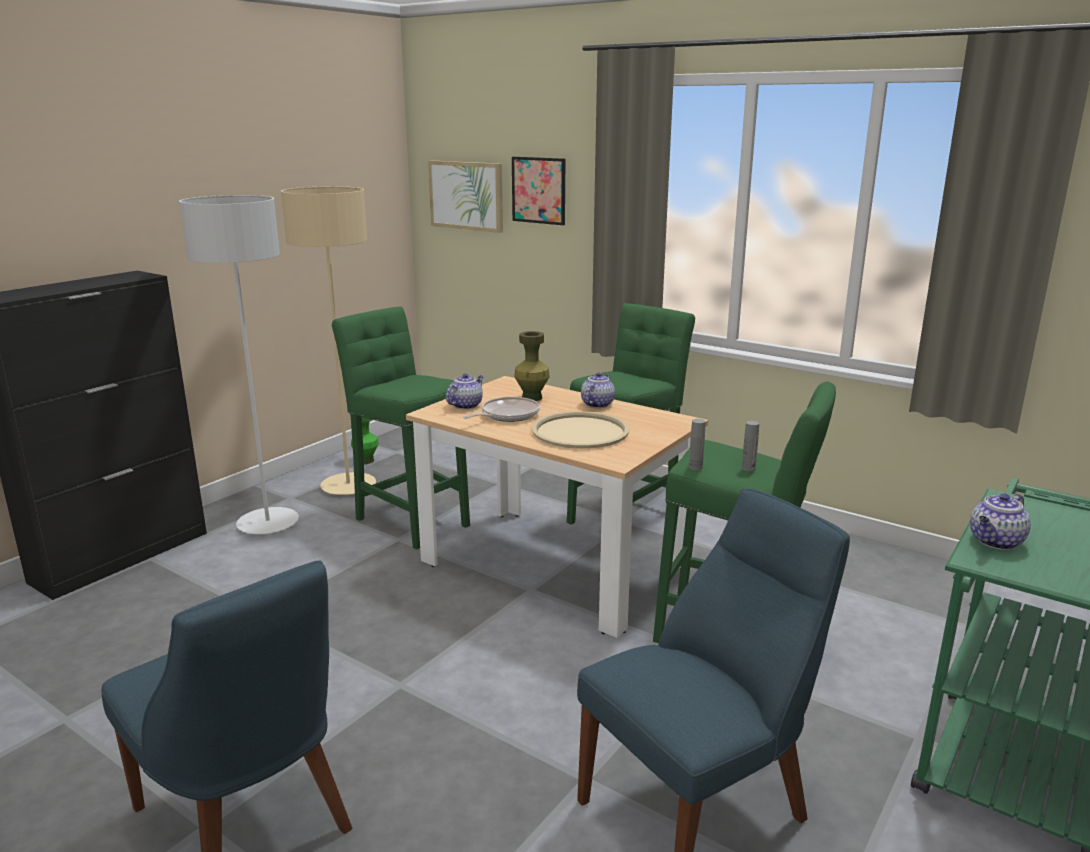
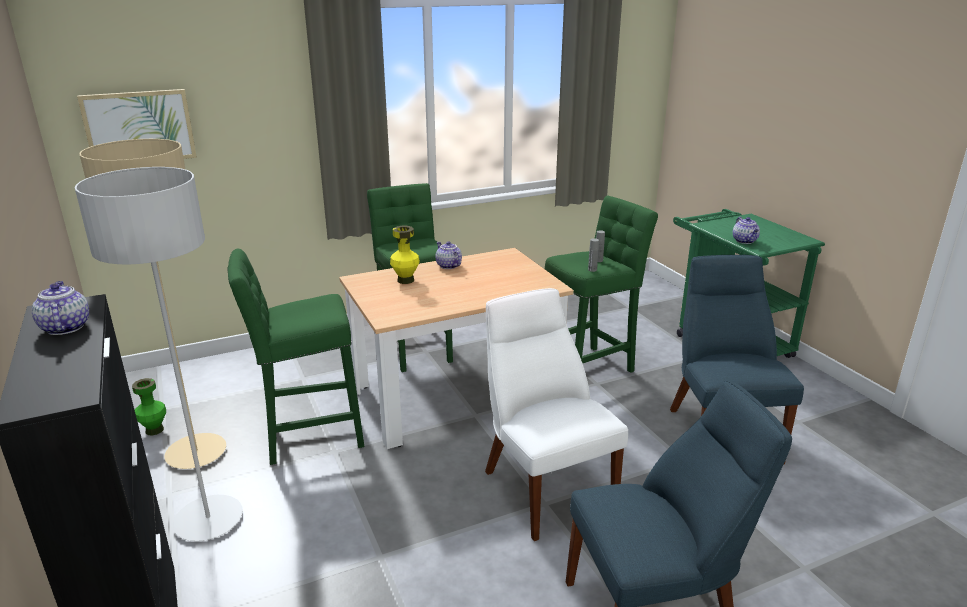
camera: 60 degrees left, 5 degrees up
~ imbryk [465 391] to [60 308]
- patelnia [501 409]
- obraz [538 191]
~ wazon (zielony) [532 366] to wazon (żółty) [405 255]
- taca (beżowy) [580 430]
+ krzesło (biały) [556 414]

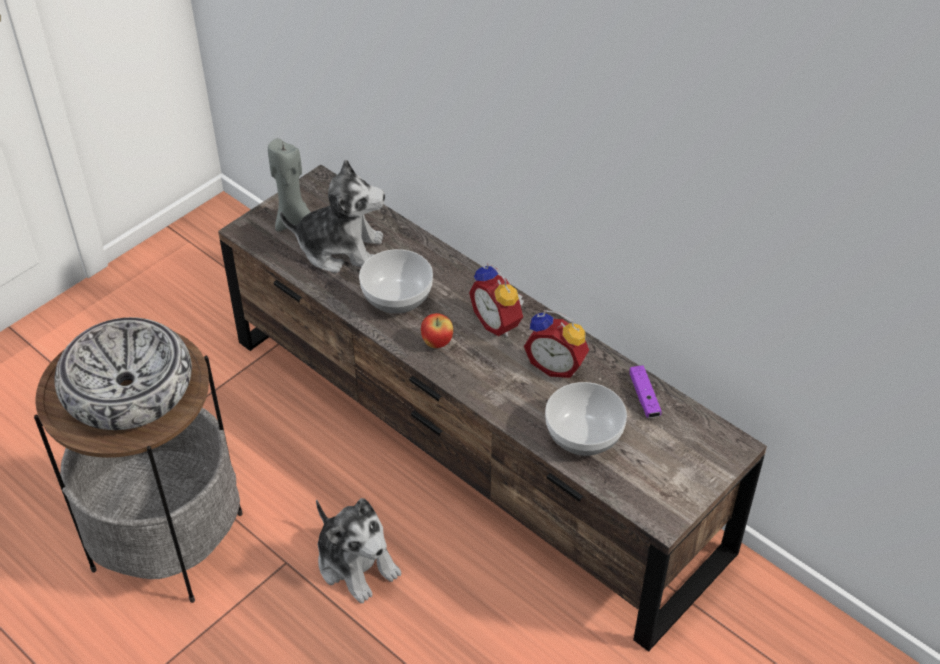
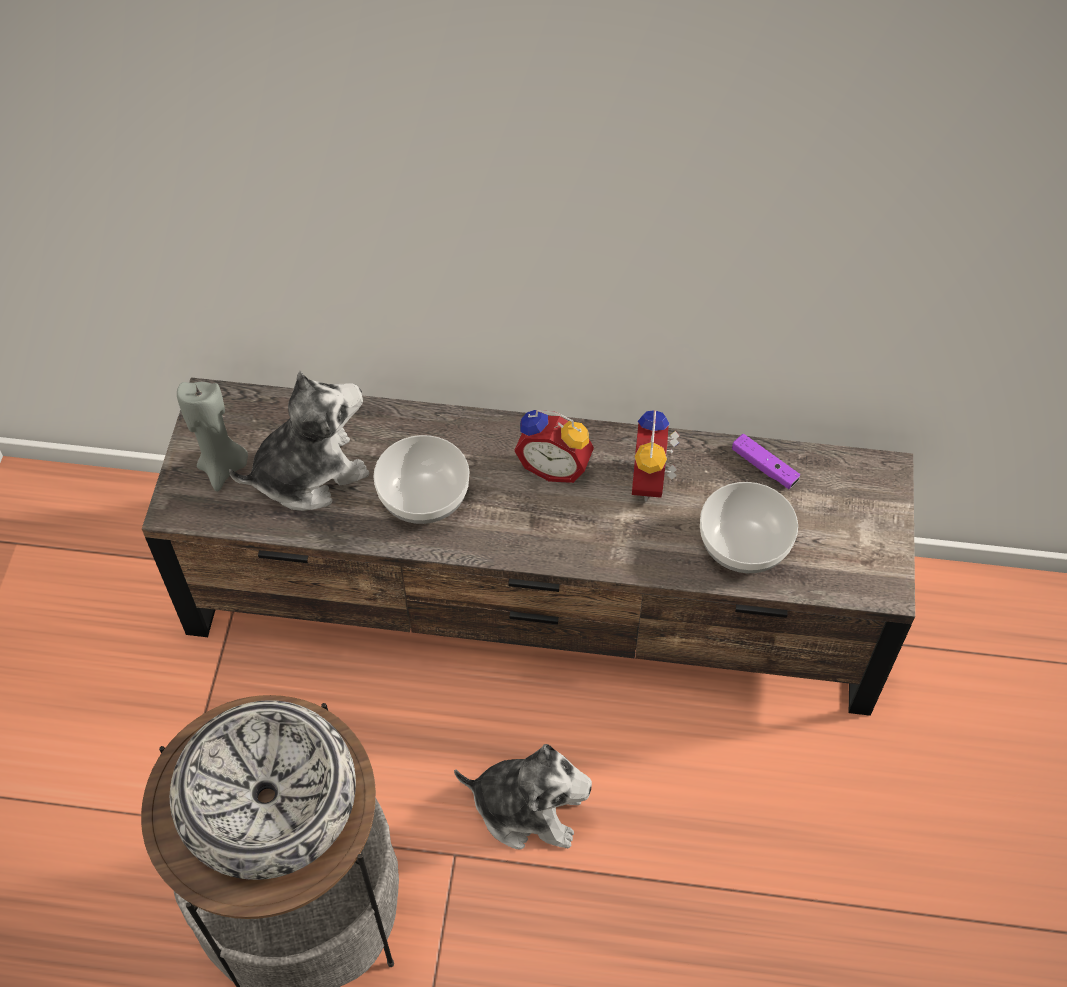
camera: 35 degrees left, 10 degrees up
- jabłko [437 330]
~ budzik [556 344] = [656 455] 105 degrees clockwise

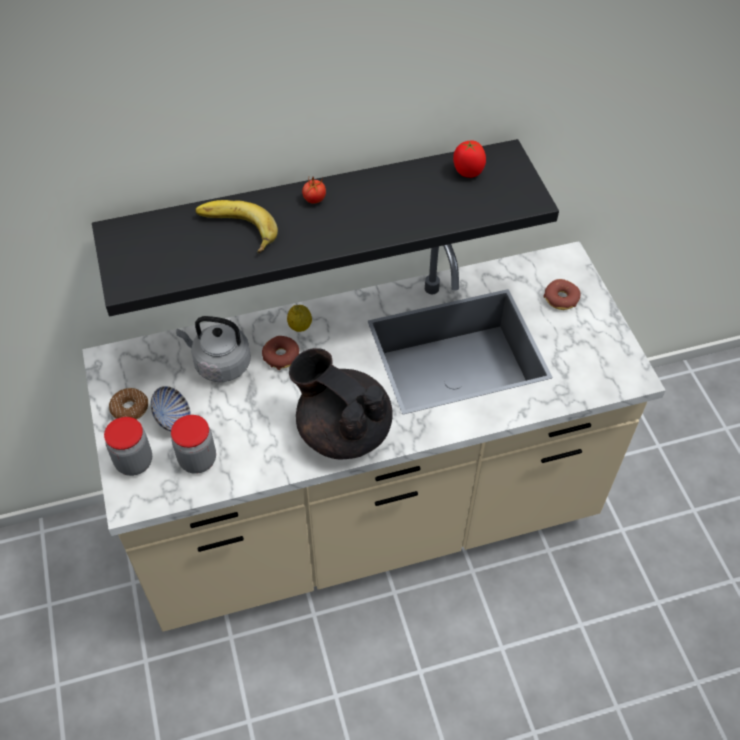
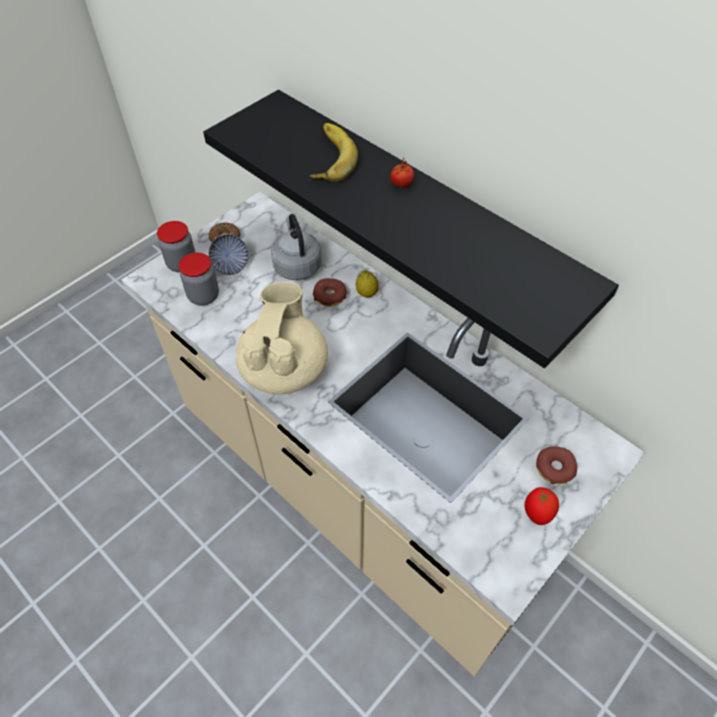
camera: 60 degrees right, 0 degrees up
~ imbryk (czarny) [341 404] to imbryk (beżowy) [282 338]
~ pomidor [469 159] to [541 506]

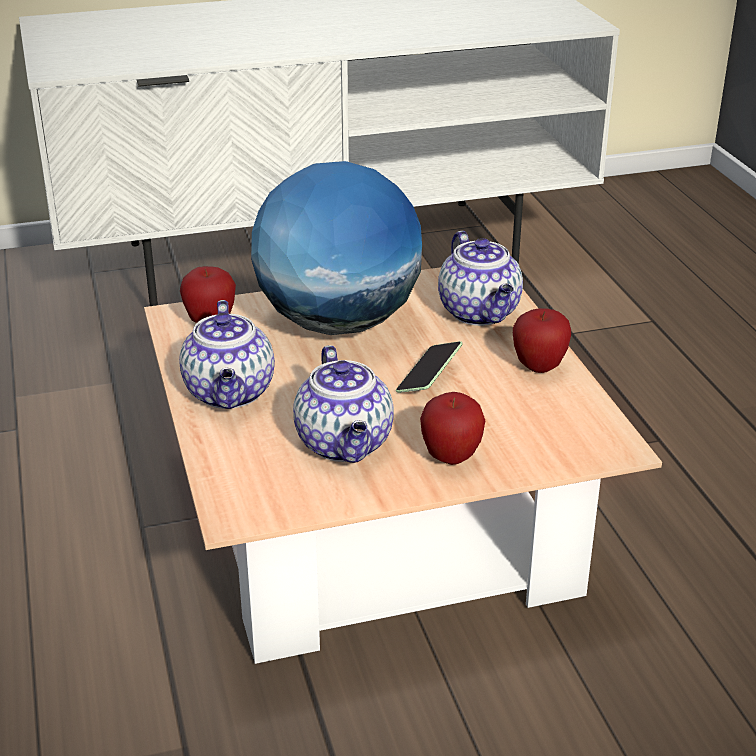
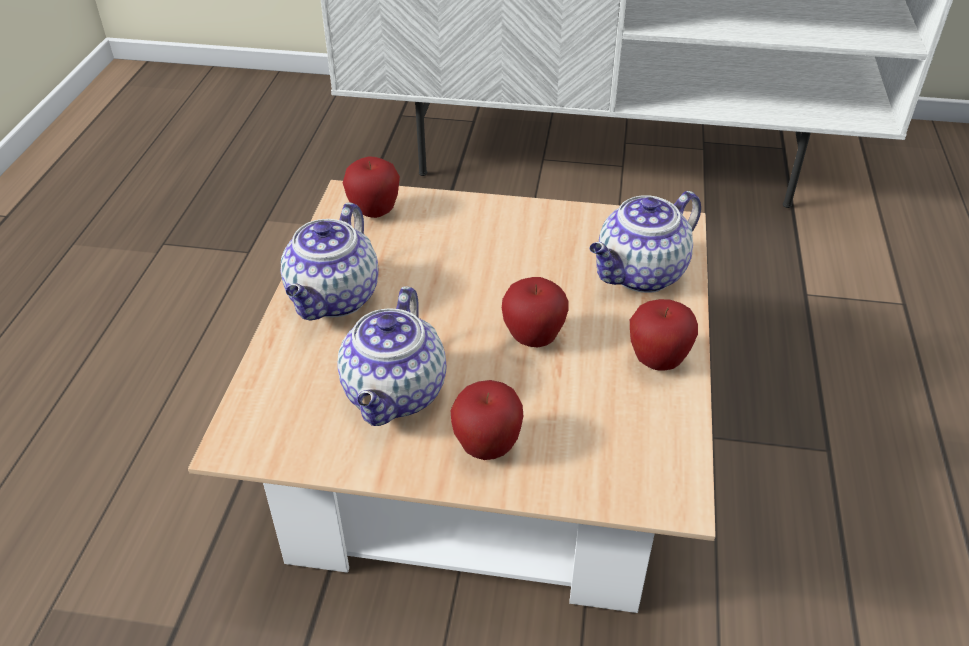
camera: 25 degrees right, 10 degrees up
- globus [336 248]
~ telefon [429 367] to jabłko [535 312]
~ imbryk [480 278] = [645 242] 45 degrees clockwise

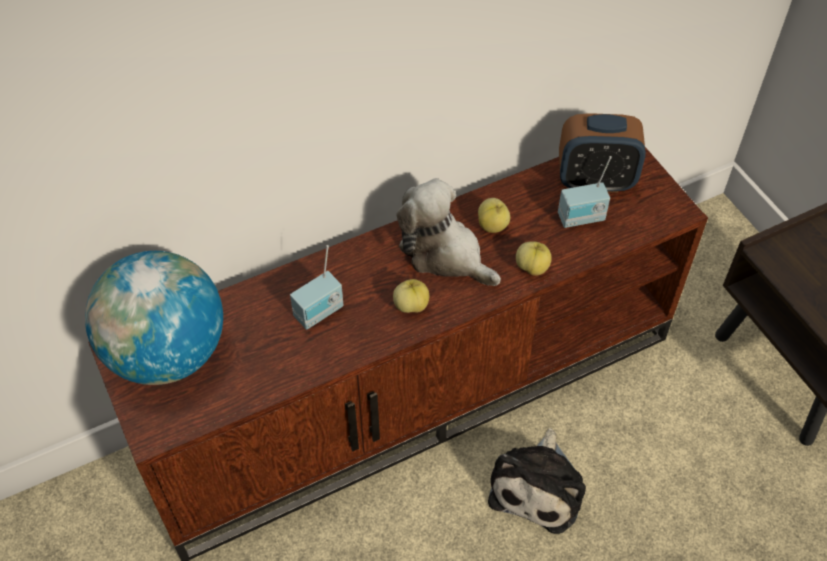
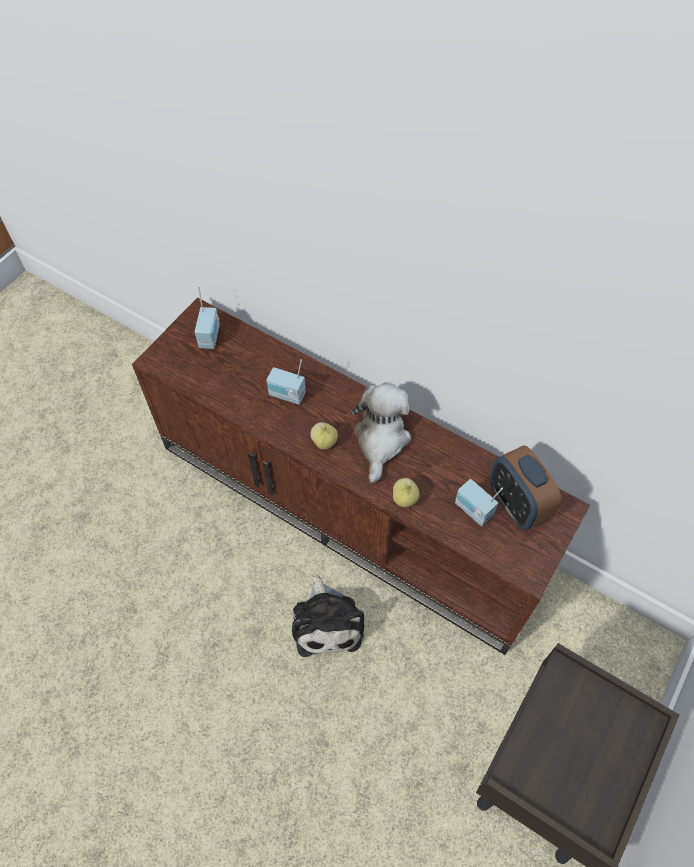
camera: 60 degrees right, 5 degrees up
~ globus [154 318] to radio [207 317]
- jabłko [494 215]
~ pluszak [537 481] = [328 616] 90 degrees counterclockwise

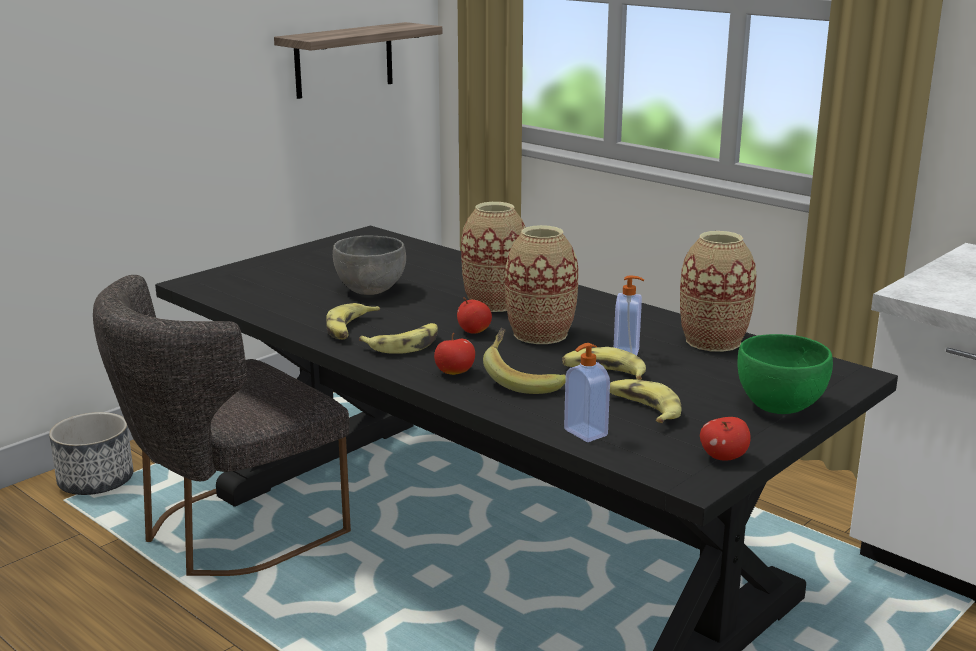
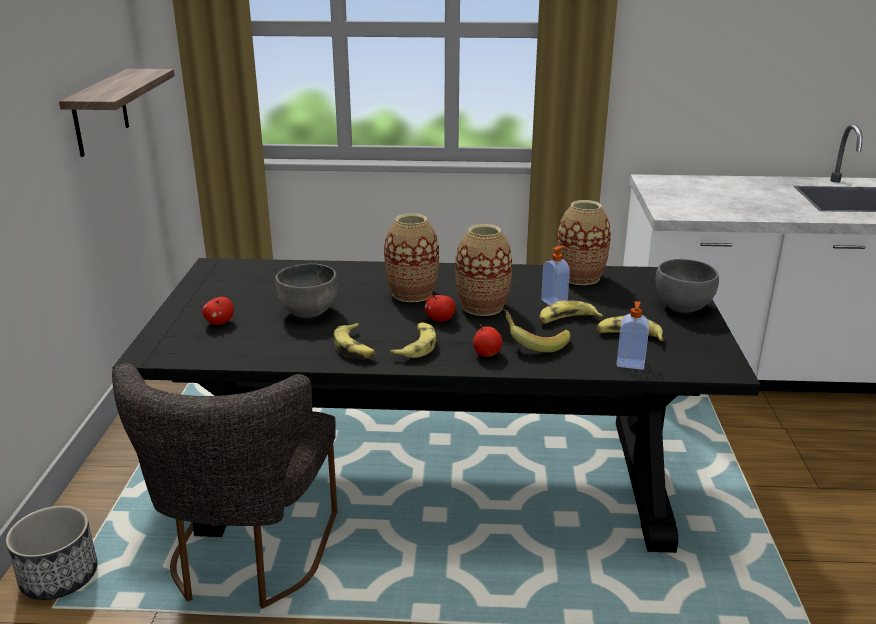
camera: 40 degrees left, 5 degrees up
~ jabłko [725 439] to [218 311]
~ miska (zielony) [785 374] to miska (szary) [687 286]

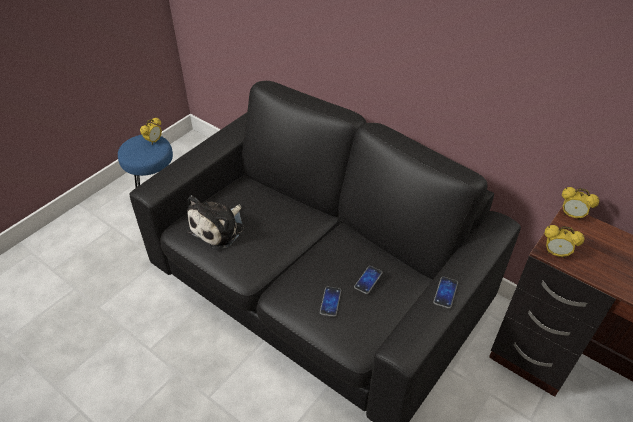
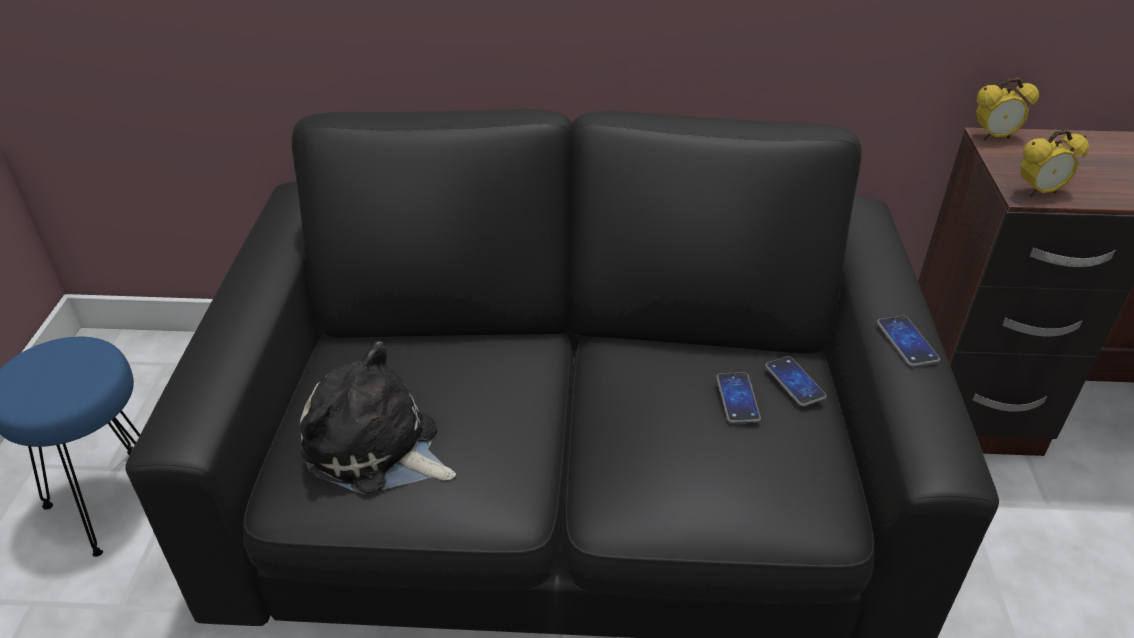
camera: 35 degrees left, 5 degrees down
- budzik [151 131]
~ pluszak [215 222] = [378 417] 120 degrees clockwise
~ telefon [330 301] to [796 381]

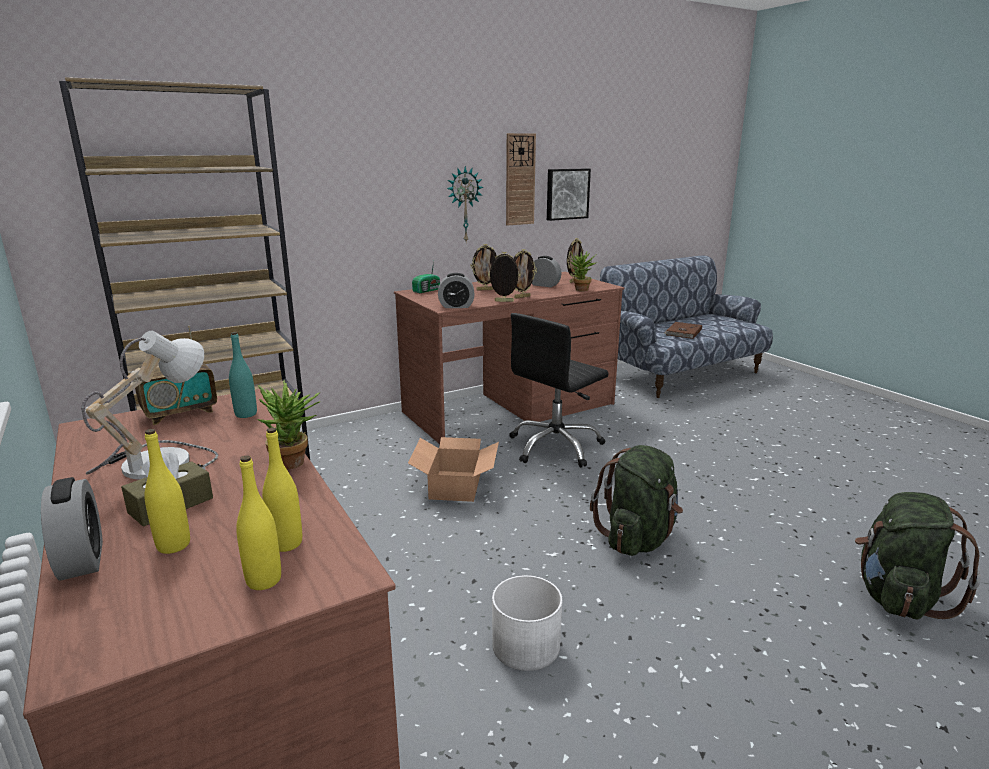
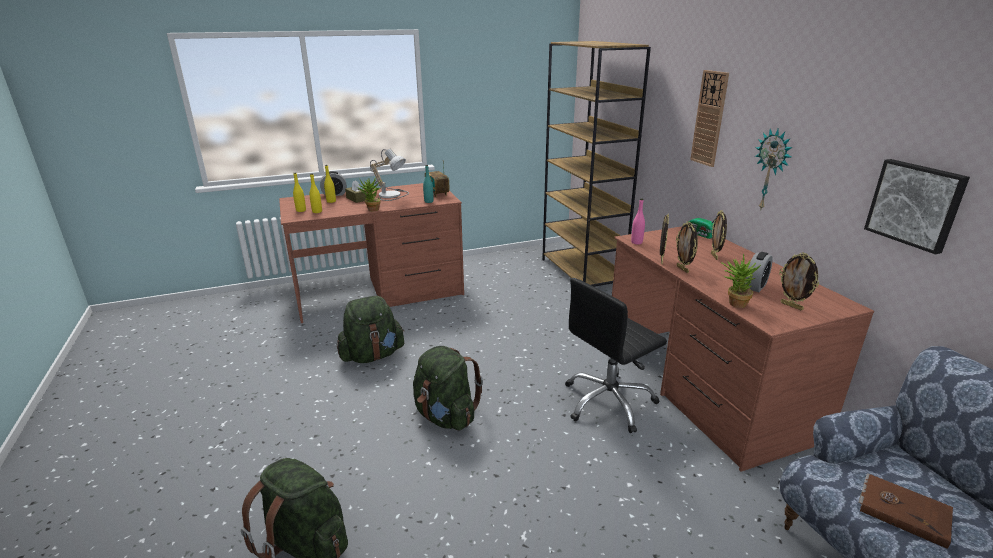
camera: 100 degrees right, 5 degrees up
- karton [453 469]
~ budzik [456 290] to butelka (różowy) [638 221]
~ donica (biały) [527 623] to plecak (zielony) [371 329]
~ zegar ścienny [521 179] to [709 118]
~ krzesło biurowe (czarny) [559 390] = [616 355] 90 degrees counterclockwise

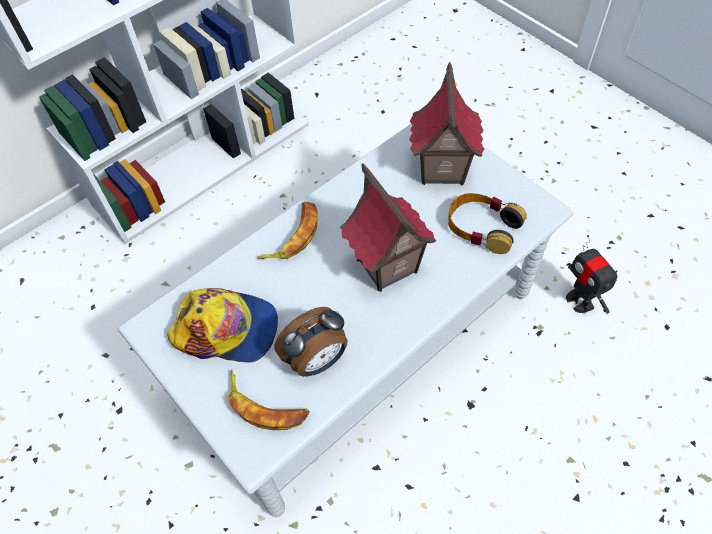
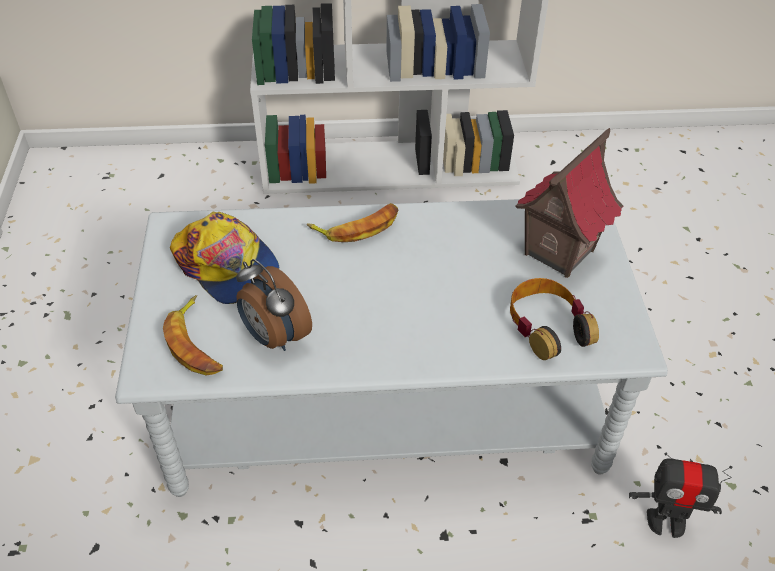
camera: 35 degrees right, 10 degrees down
~ budzik [311 342] = [274 305] 45 degrees clockwise
- domek [388 227]
~ robot zabawkowy [592 274] = [680 495] 90 degrees counterclockwise

